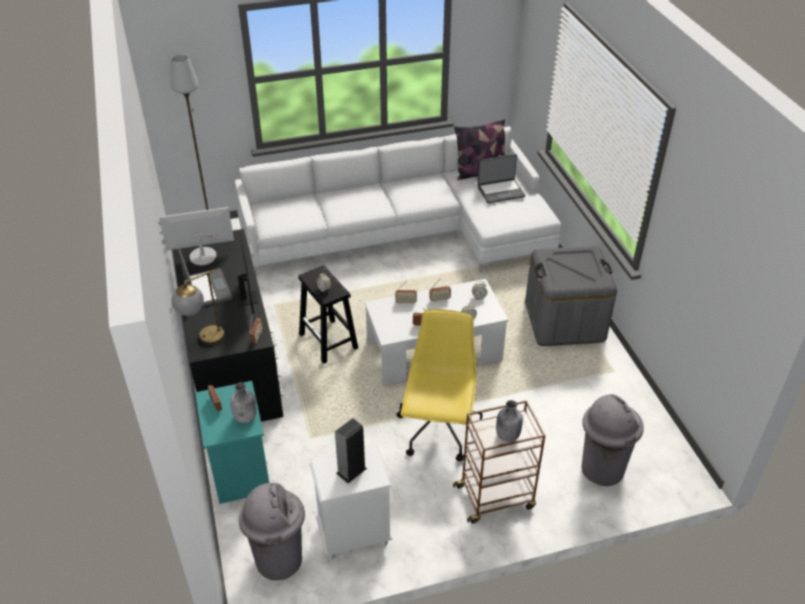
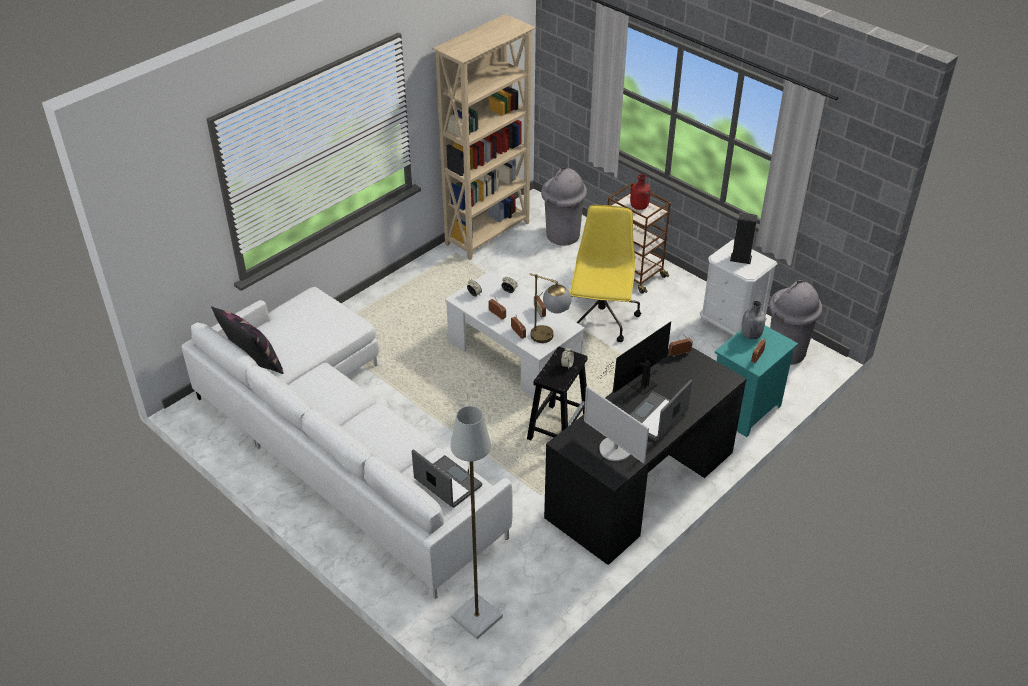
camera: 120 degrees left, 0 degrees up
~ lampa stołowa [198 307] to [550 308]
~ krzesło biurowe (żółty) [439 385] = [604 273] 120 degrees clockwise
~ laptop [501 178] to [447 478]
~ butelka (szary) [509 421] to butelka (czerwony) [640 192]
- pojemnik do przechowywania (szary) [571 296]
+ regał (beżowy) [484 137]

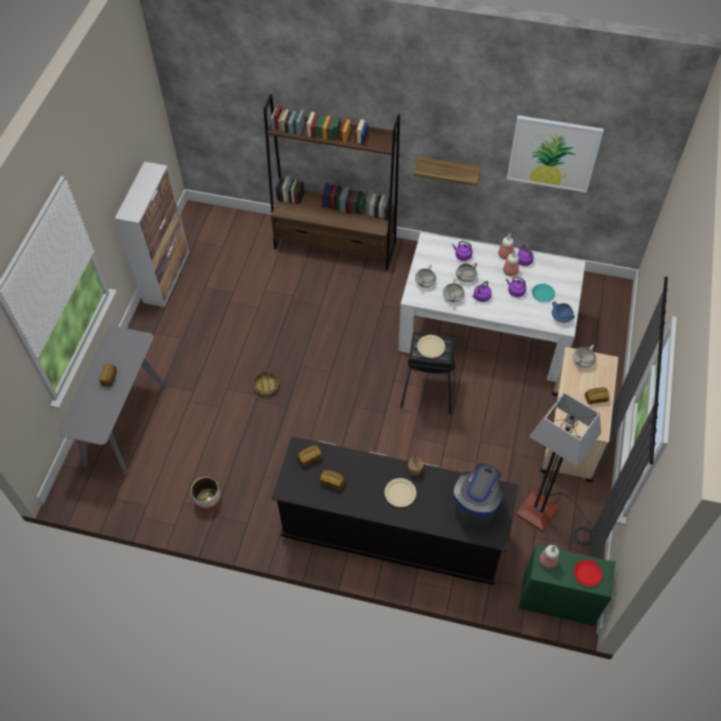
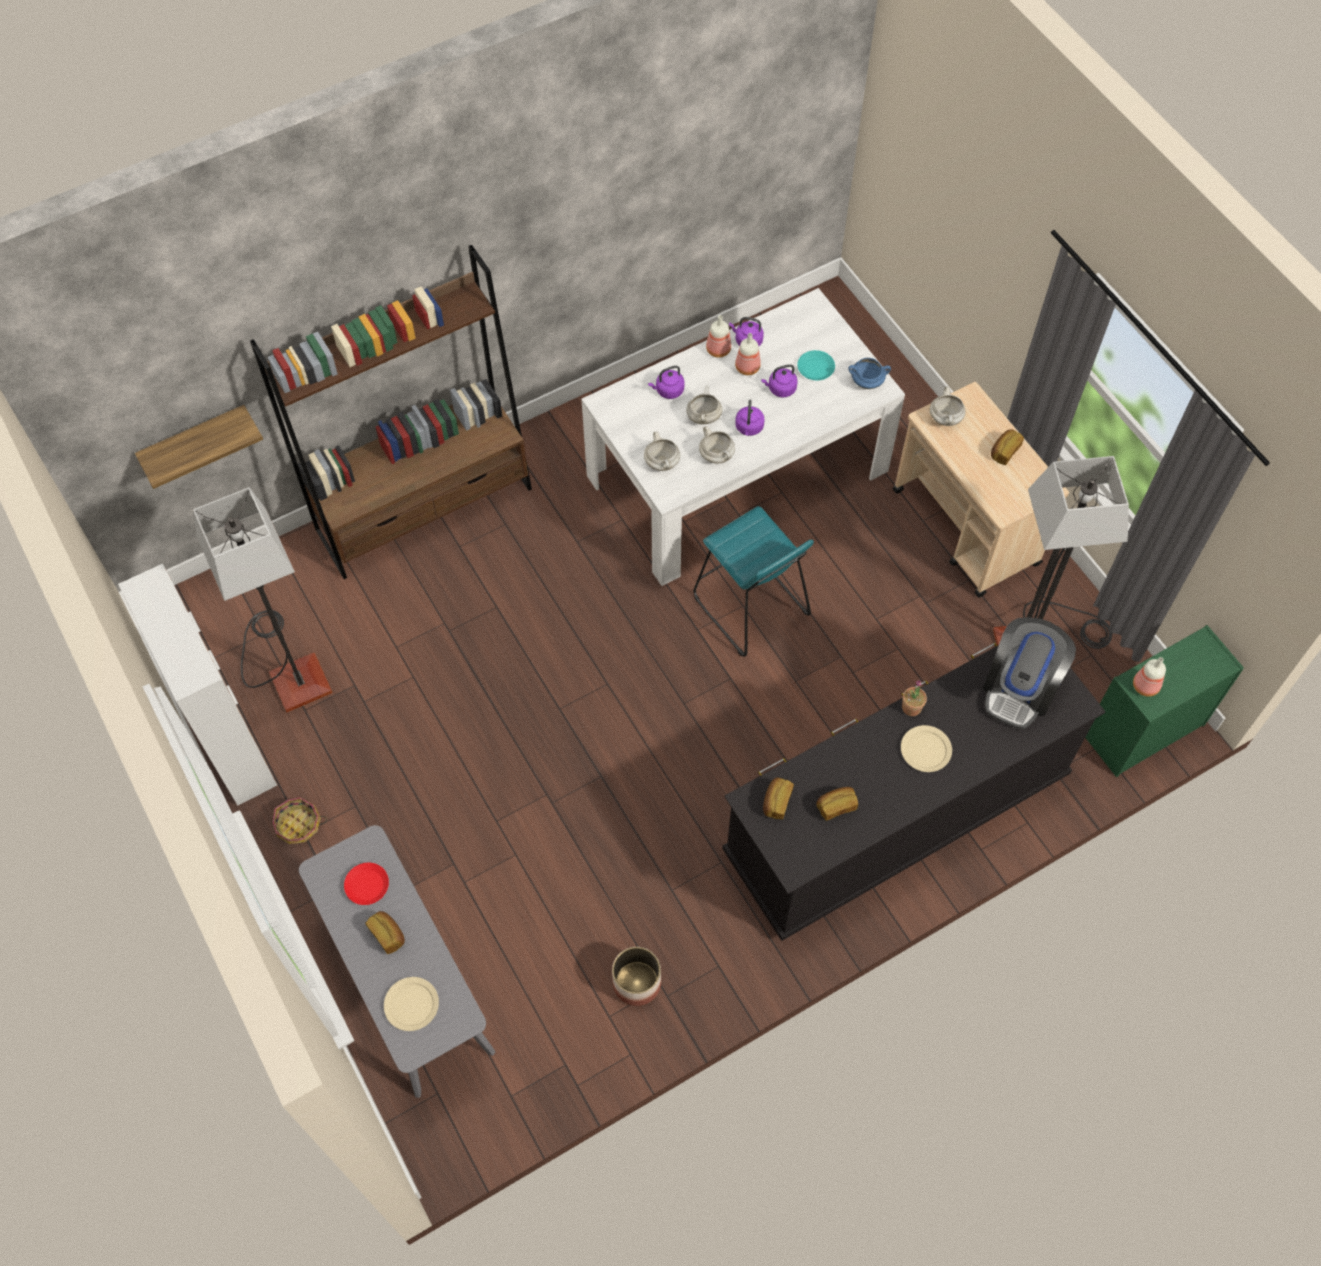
camera: 45 degrees left, 5 degrees up
~ koszyk [266 382] to [299 820]
~ stołek (czarny) [428 373] to stołek (turkusowy) [753 581]
~ półka [447 171] to [199 447]
~ talerz (beżowy) [431 346] to [411 1004]
~ ekspres do kawy [479 496] = [1029 673] 135 degrees counterclockwise
- obraz [555 154]
~ talerz (czerwony) [588 573] to [366 884]
+ lampa stojąca [263 600]

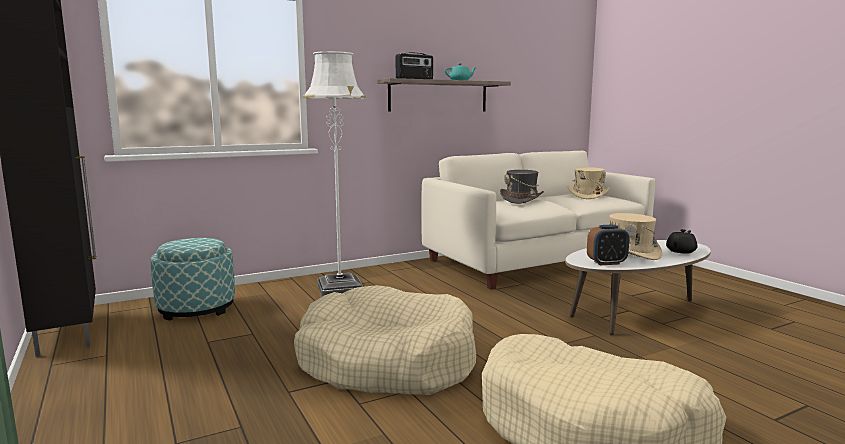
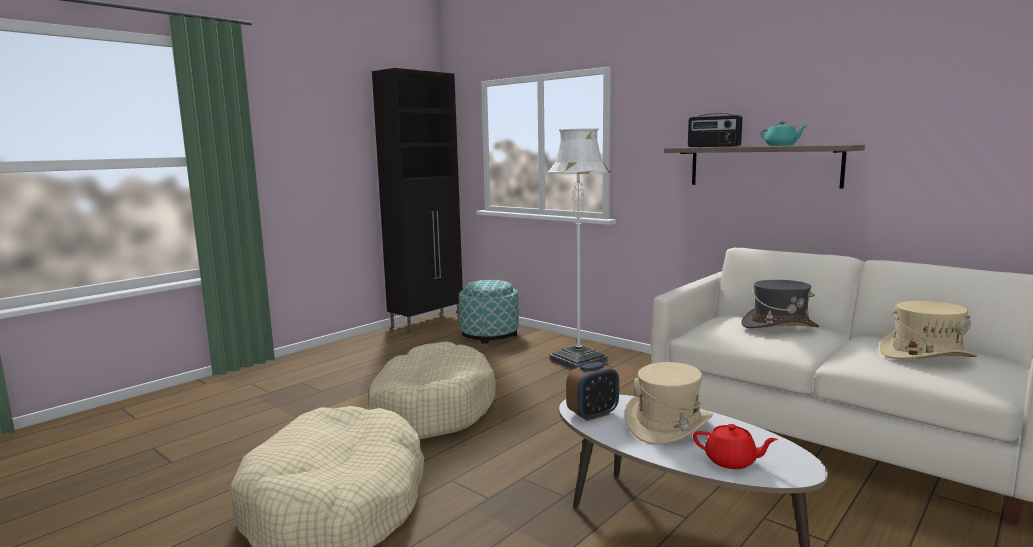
camera: 70 degrees right, 0 degrees up
~ budzik [608 245] = [592 391] 90 degrees counterclockwise
~ imbryk (czarny) [682 241] to imbryk (czerwony) [735 446]

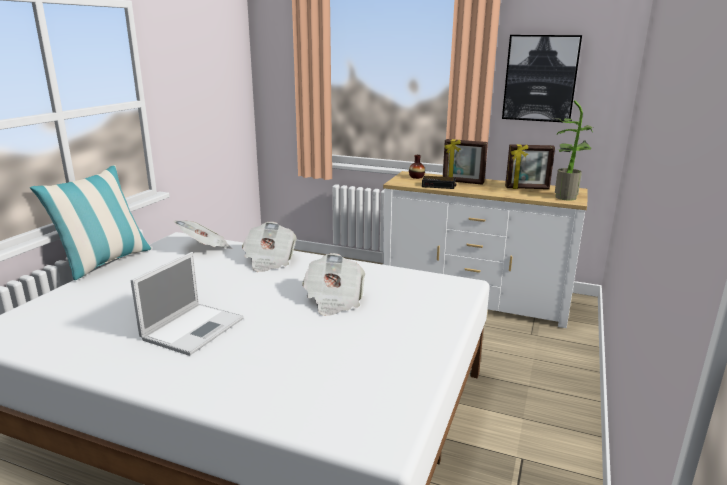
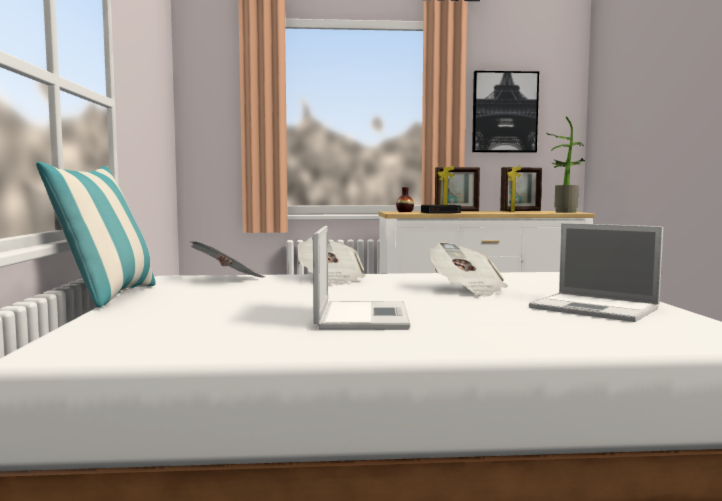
camera: 25 degrees left, 15 degrees down
+ laptop [596 272]

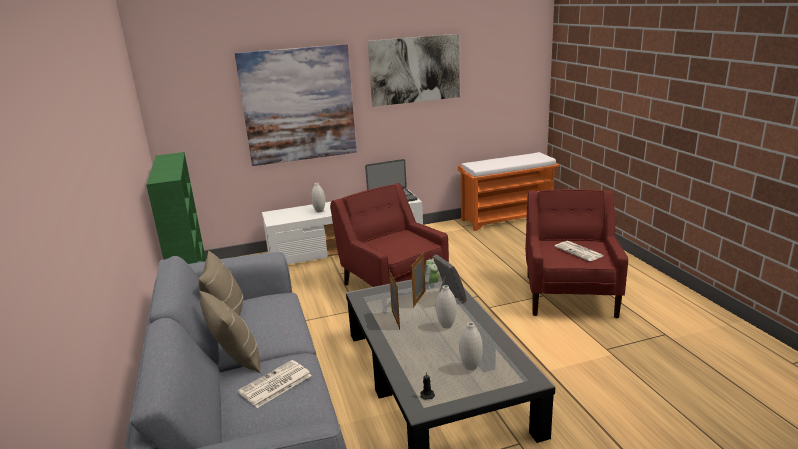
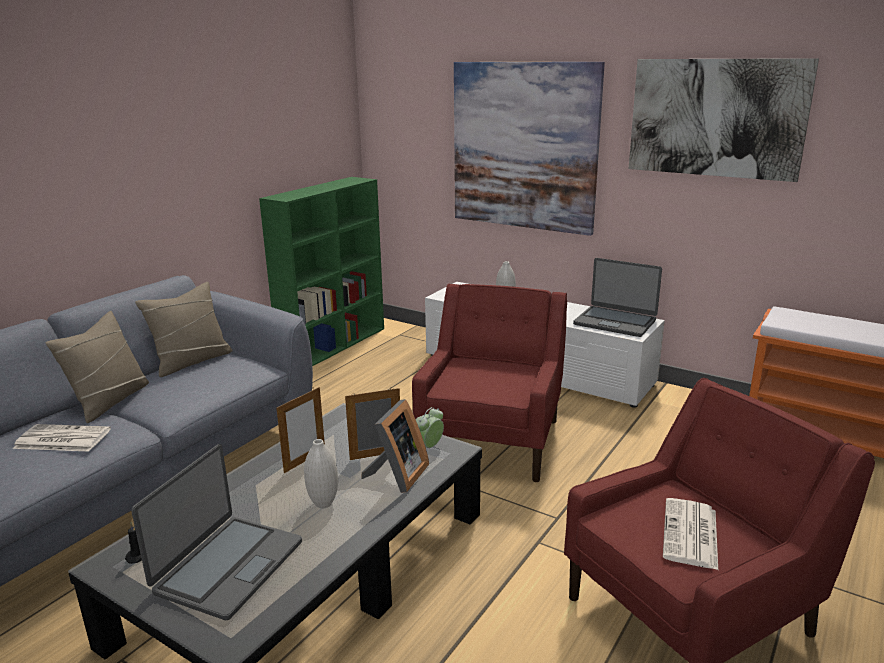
camera: 50 degrees right, 0 degrees up
~ wazon (biały) [471 346] to laptop [216 532]

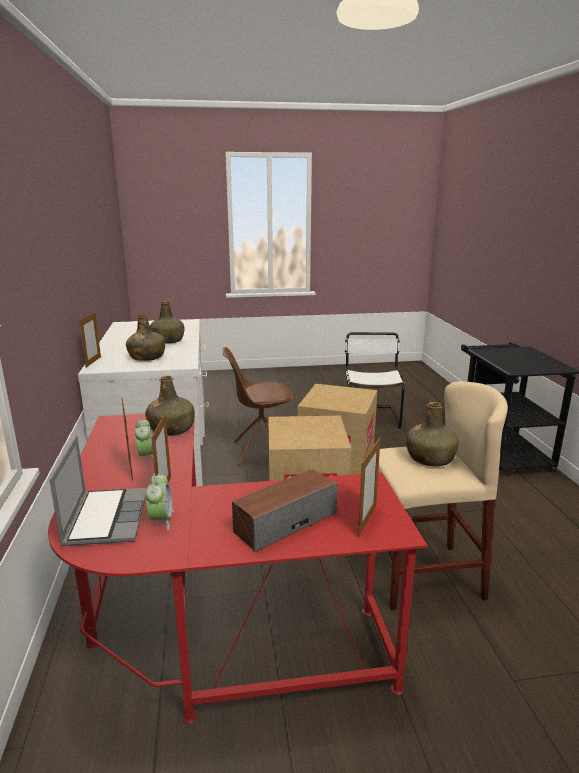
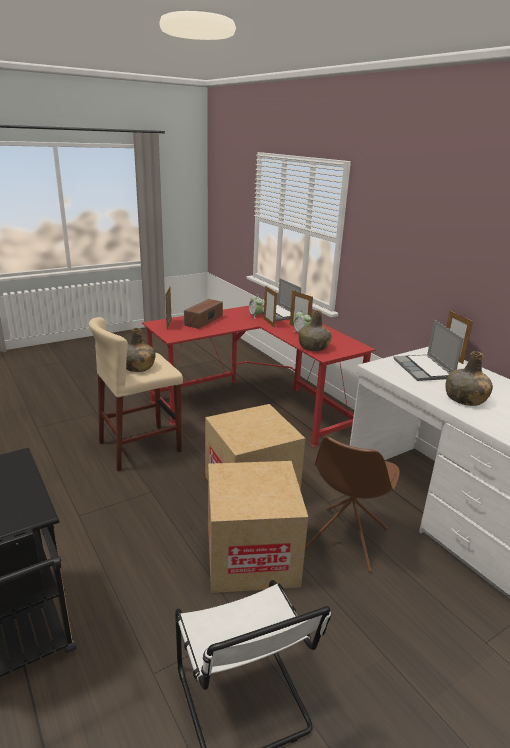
camera: 155 degrees right, 5 degrees up
~ butelka (zielony) [145 337] to laptop [428 350]
~ krzesło (brązowy) [258 406] = [352 504] 150 degrees clockwise

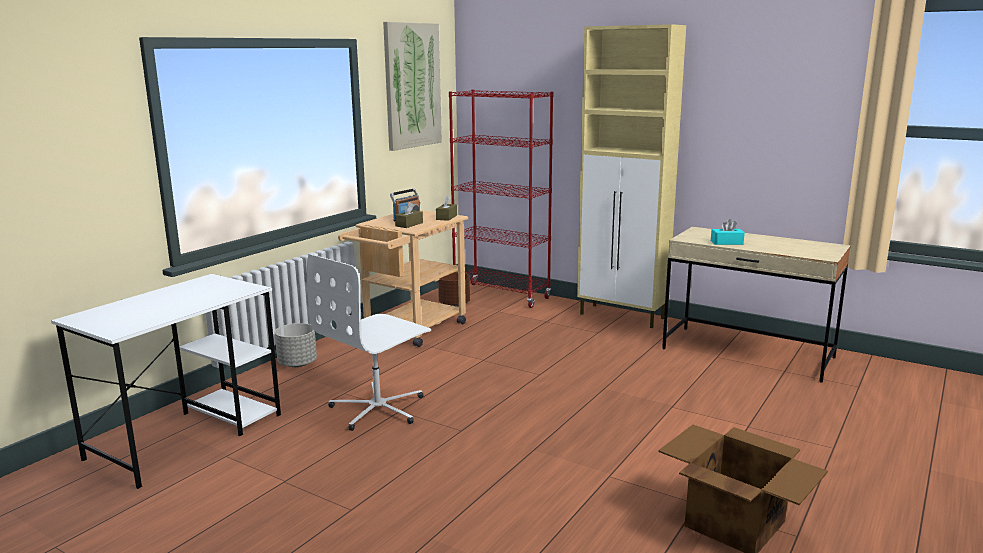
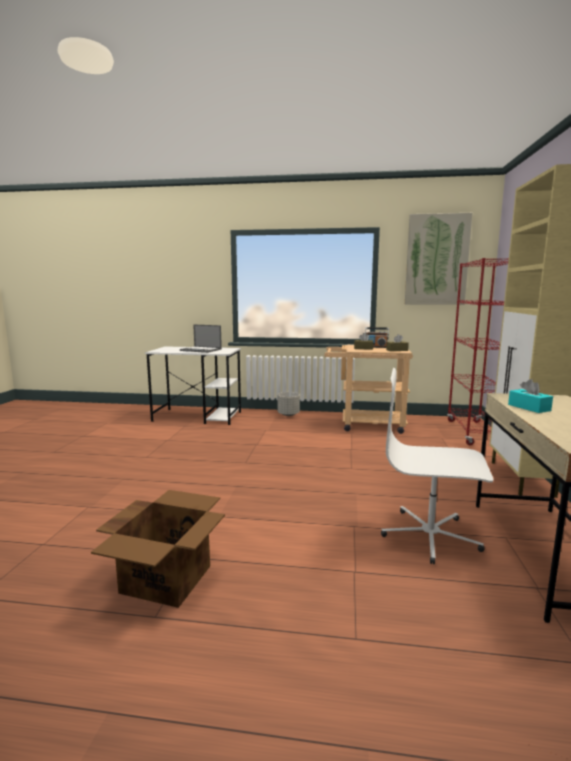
camera: 65 degrees right, 5 degrees down
~ krzesło biurowe (biały) [369 342] to [437 466]
- donica (brązowy) [454 289]
+ laptop [201 338]

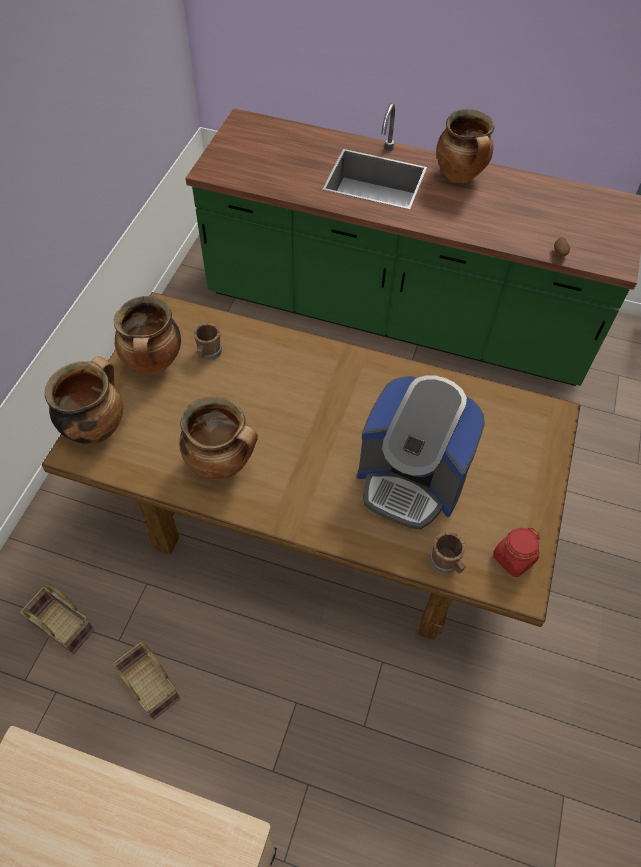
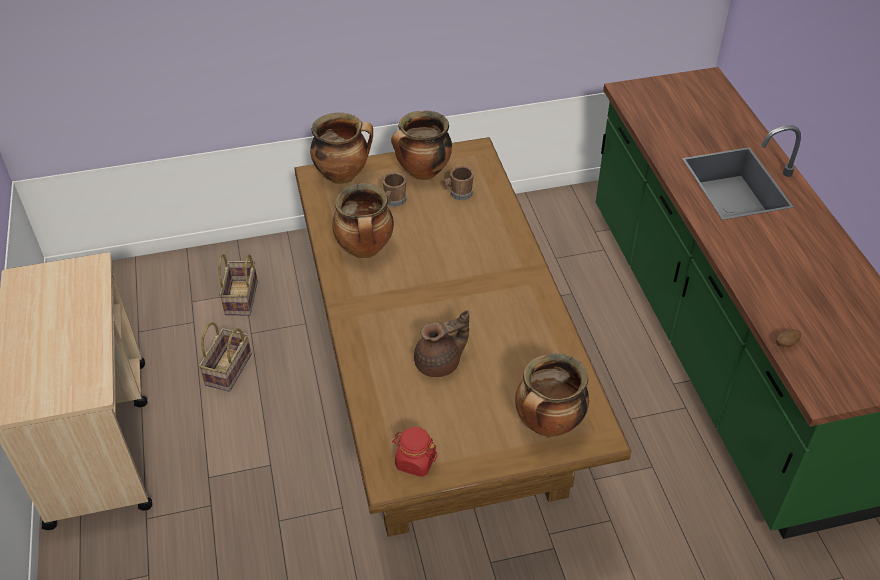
camera: 60 degrees right, 10 degrees down
~ ekspres do kawy [421 452] to imbryk (brązowy) [441 343]
~ kubek (brązowy) [448 553] to [394 189]
~ garnek [465 146] to [552 395]

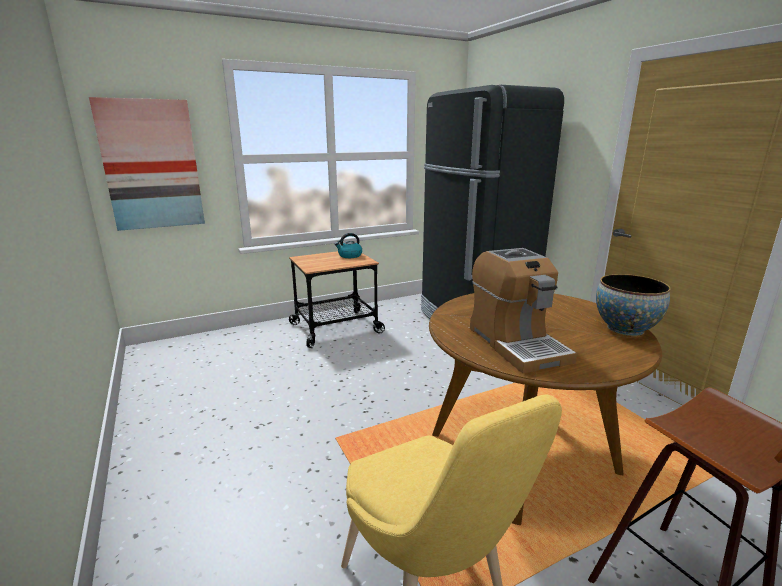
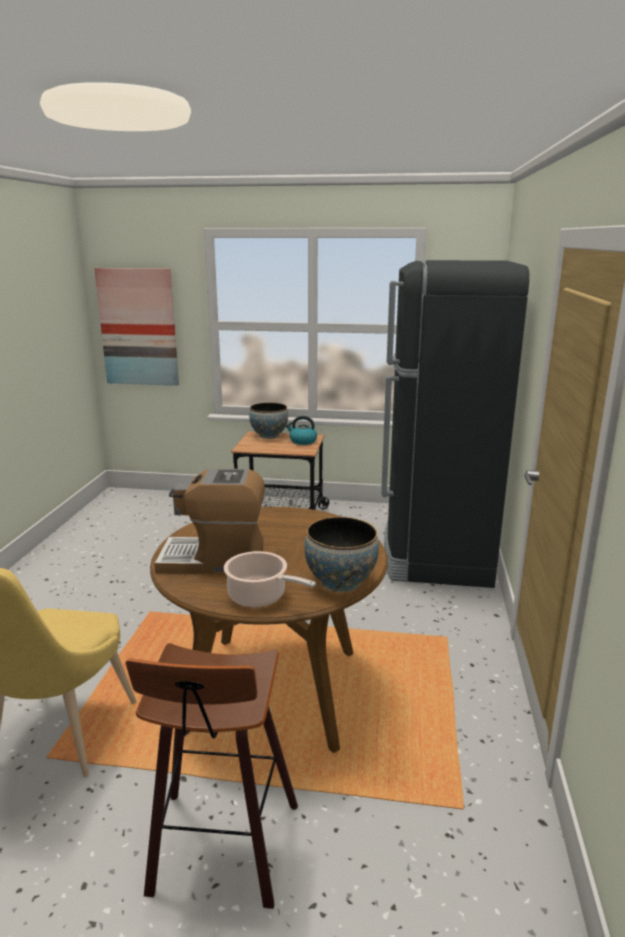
camera: 35 degrees right, 0 degrees up
~ ekspres do kawy [523 310] = [209 521] 75 degrees clockwise
+ garnek [270 579]
+ miska [268 421]

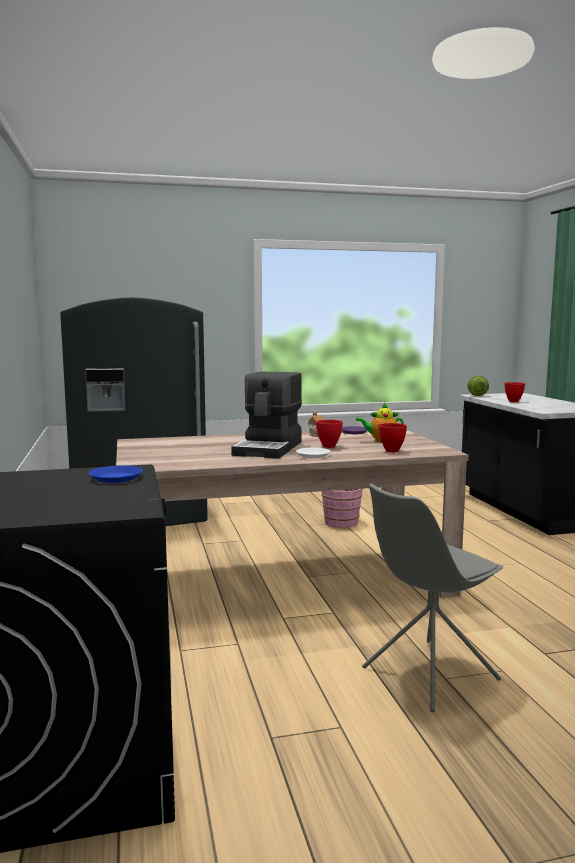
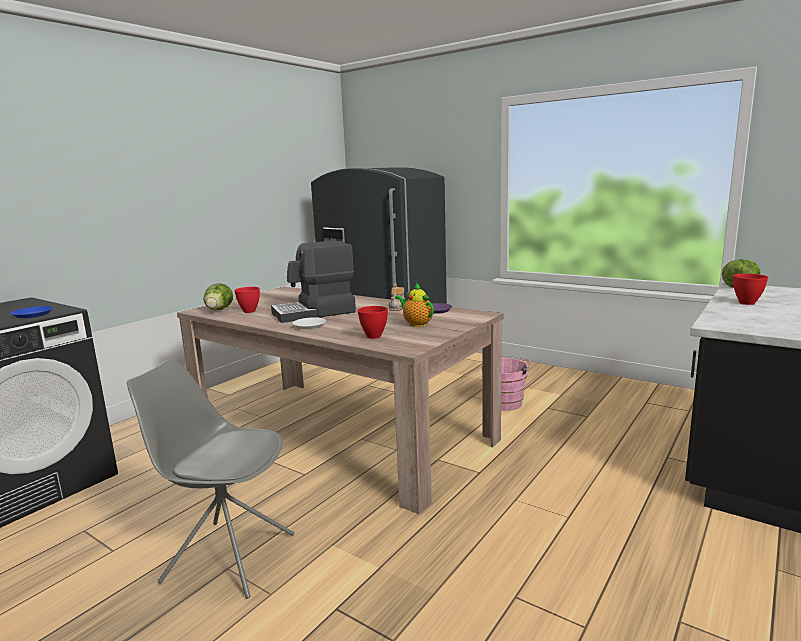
camera: 50 degrees right, 5 degrees up
~ miska (czerwony) [329 434] to [247 300]
+ sałata [218 296]

